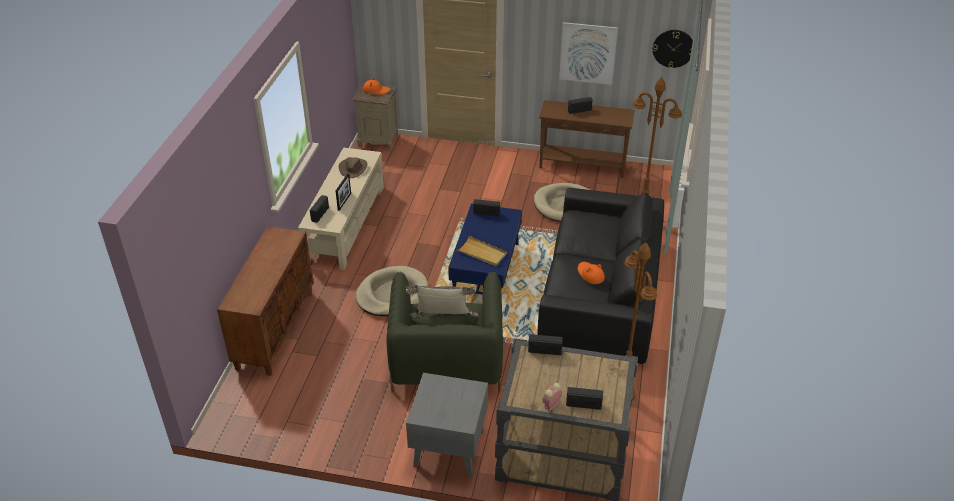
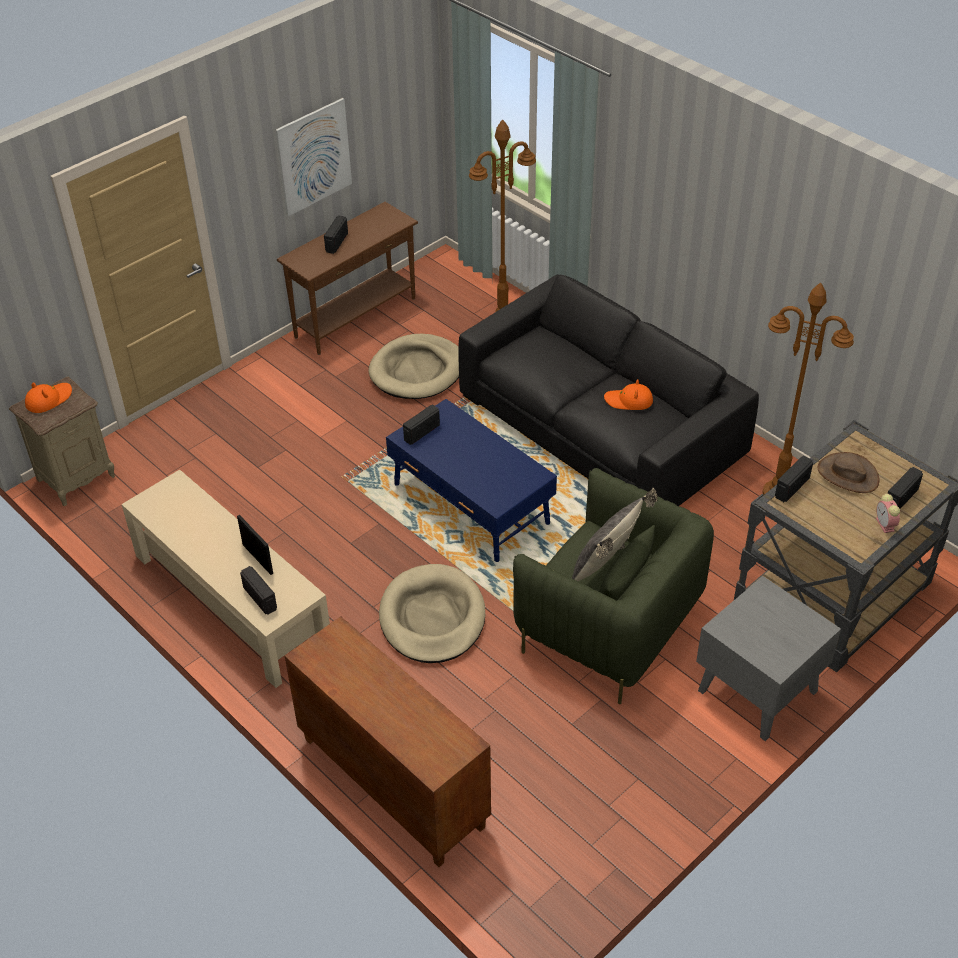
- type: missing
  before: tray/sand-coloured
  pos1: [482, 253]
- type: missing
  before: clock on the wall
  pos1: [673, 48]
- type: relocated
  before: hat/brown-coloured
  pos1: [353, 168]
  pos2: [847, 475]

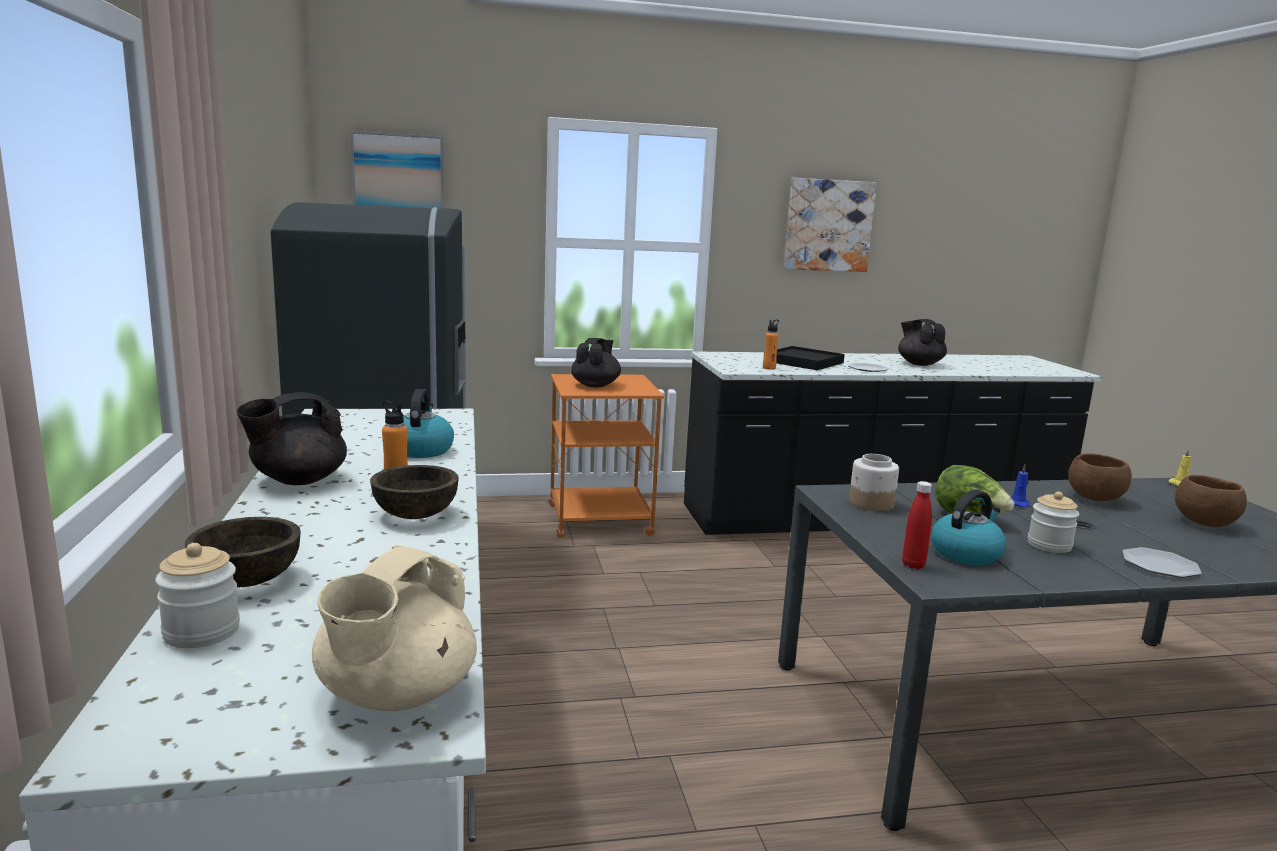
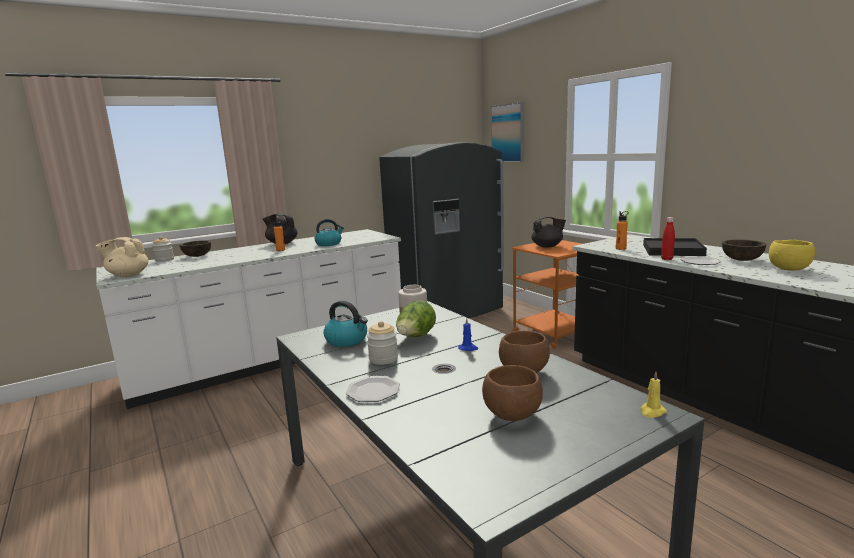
- type: missing
  before: picture
  pos1: [828, 225]
- type: relocated
  before: deep dish/brown-coloured
  pos1: [416, 514]
  pos2: [742, 260]
- type: relocated
  before: drink bottle/reddish
  pos1: [913, 565]
  pos2: [667, 259]
- type: exchanged
  before: tea pot/blackish
  after: deep dish/yellow-coloured
  pos1: [919, 364]
  pos2: [789, 269]

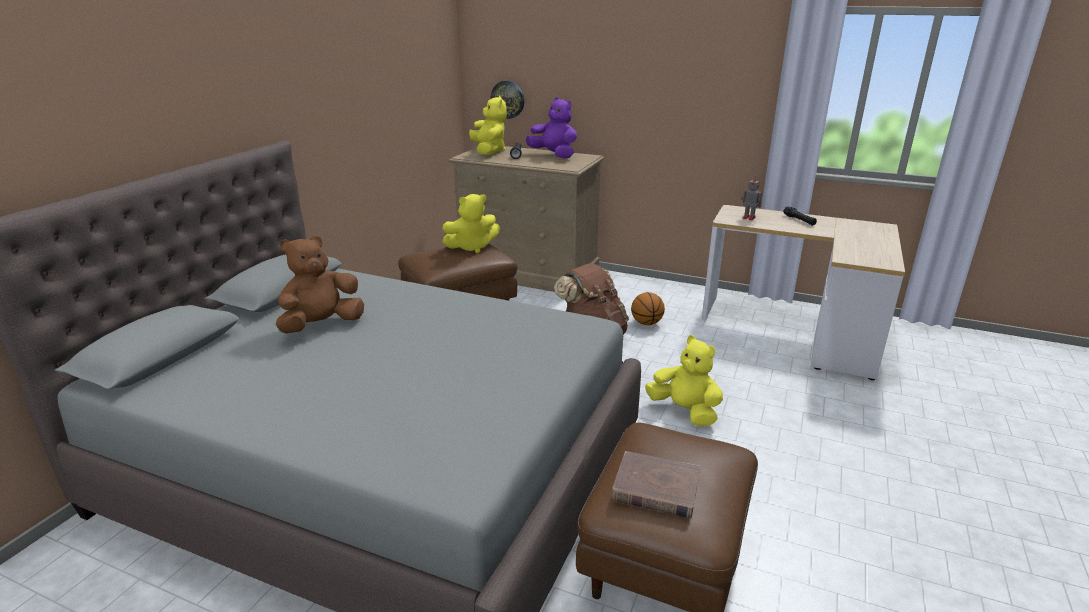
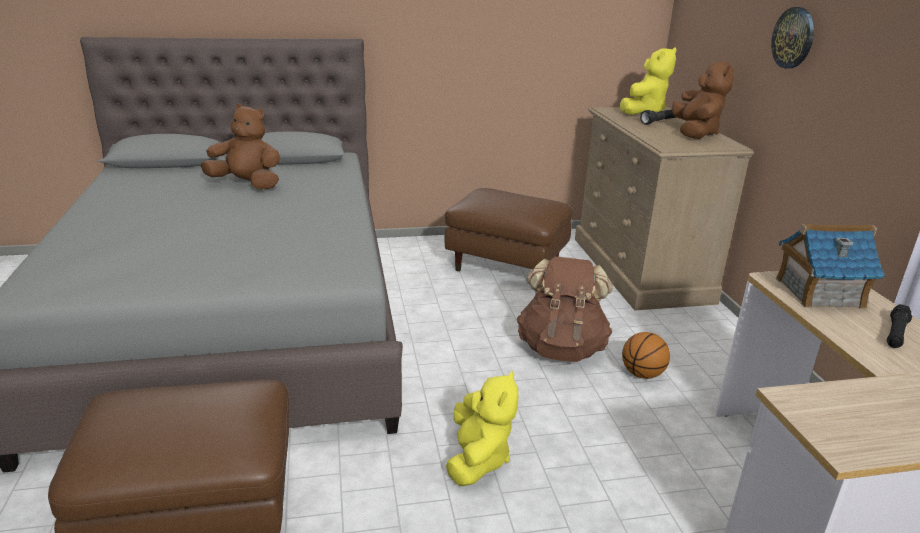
- type: missing
  before: cuddly toy/yellow-coloured
  pos1: [472, 247]
- type: missing
  before: volume/brown-coloured
  pos1: [655, 488]
- type: relocated
  before: clock on the wall
  pos1: [507, 99]
  pos2: [793, 38]
- type: exchanged
  before: robot figure
  after: toy house
  pos1: [748, 217]
  pos2: [818, 292]
- type: colour
  before: cuddly toy/purple
  after: cuddly toy/brown-coloured
  pos1: [554, 155]
  pos2: [695, 133]

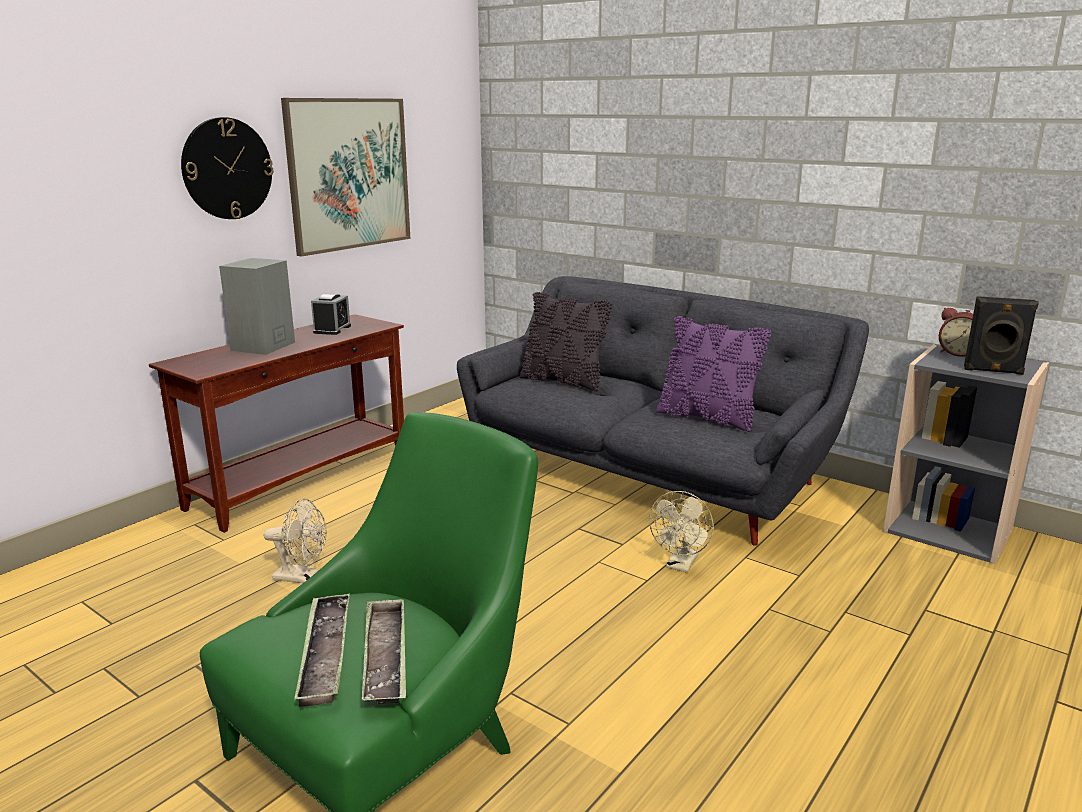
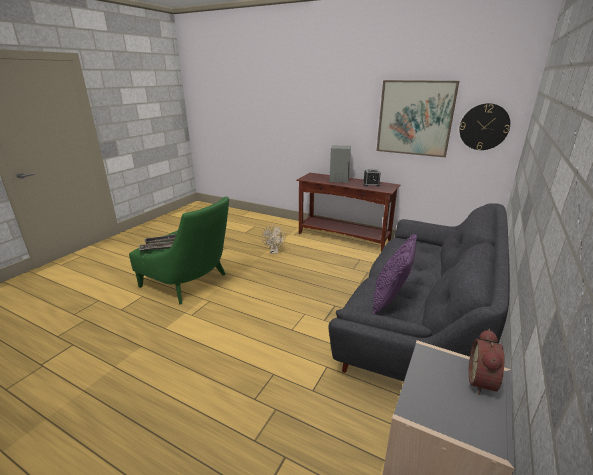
- type: missing
  before: throw pillow/blackish
  pos1: [564, 381]
- type: missing
  before: cooling fan/sand-coloured
  pos1: [681, 565]
- type: missing
  before: speaker/blackish
  pos1: [993, 371]
- type: relocated
  before: clock on the wall
  pos1: [227, 169]
  pos2: [484, 127]

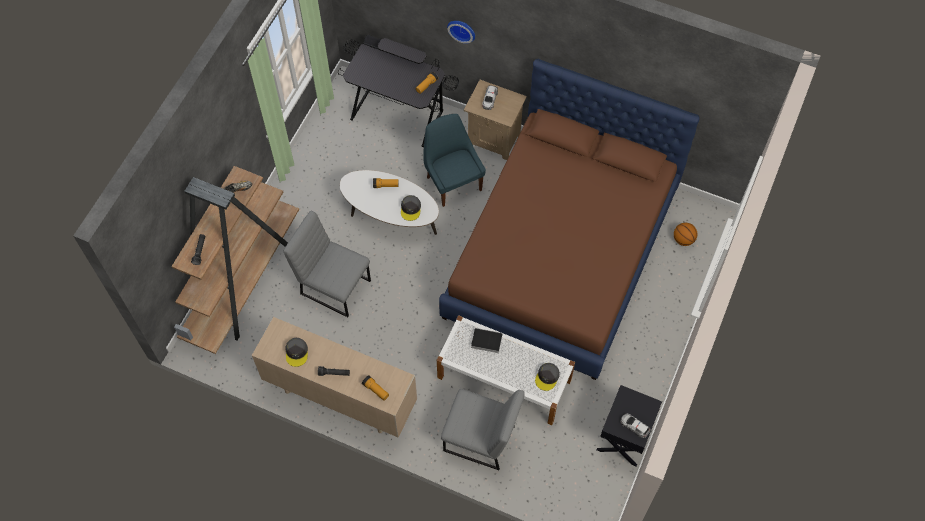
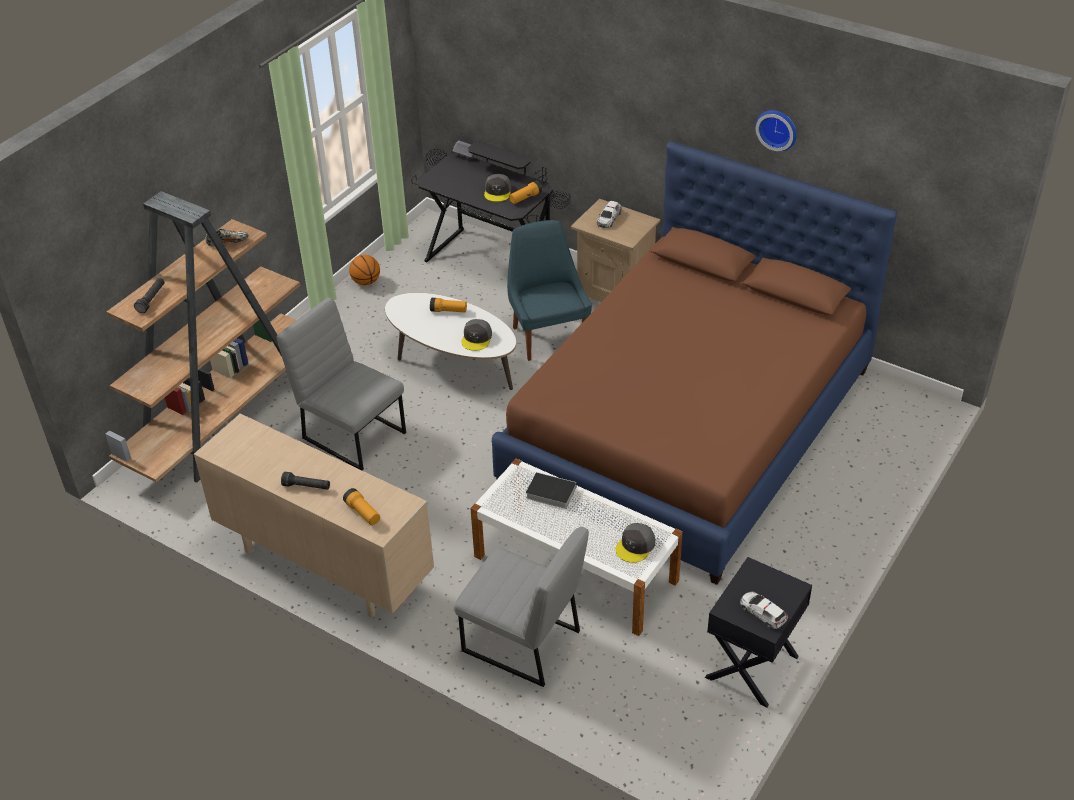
- type: relocated
  before: baseball cap/grey
  pos1: [297, 352]
  pos2: [498, 191]
- type: relocated
  before: clock on the wall
  pos1: [462, 29]
  pos2: [777, 128]
- type: relocated
  before: basketball
  pos1: [683, 239]
  pos2: [366, 282]

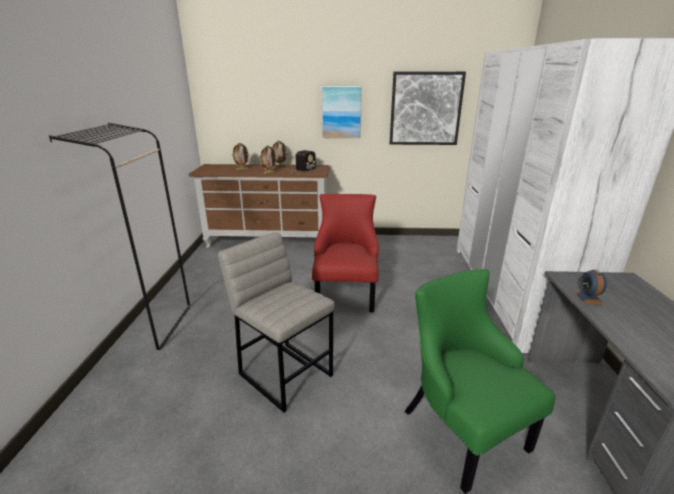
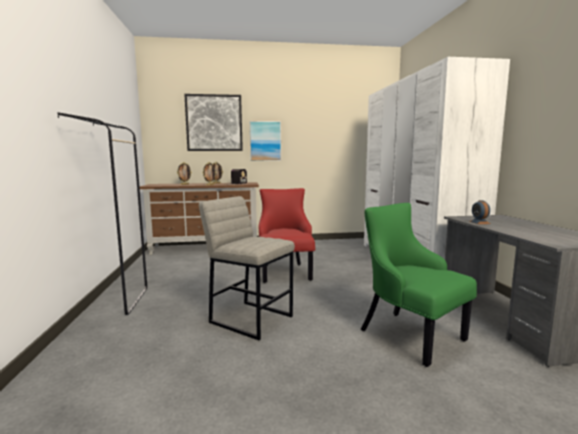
- type: relocated
  before: picture
  pos1: [425, 109]
  pos2: [214, 123]

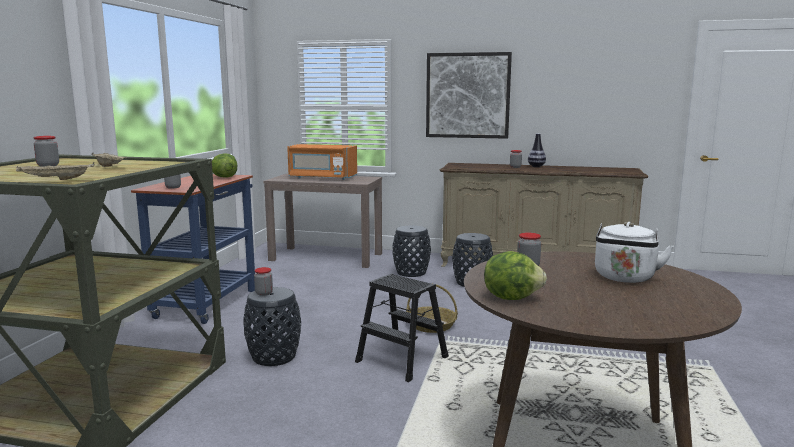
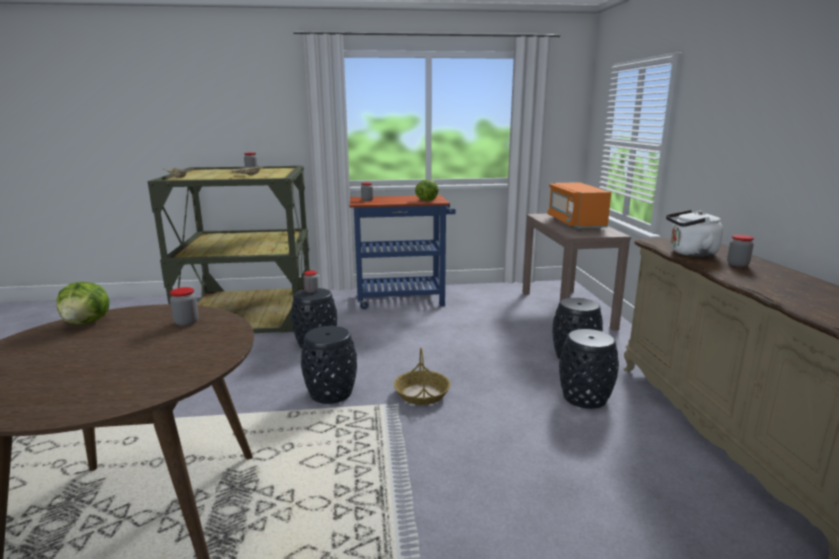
- type: missing
  before: picture
  pos1: [467, 95]
- type: missing
  before: decorative vase
  pos1: [536, 166]
- type: relocated
  before: water kettle/whitish
  pos1: [625, 278]
  pos2: [690, 253]
- type: exchanged
  before: stepladder/blackish
  after: sitting stool/blackish
  pos1: [402, 359]
  pos2: [331, 393]

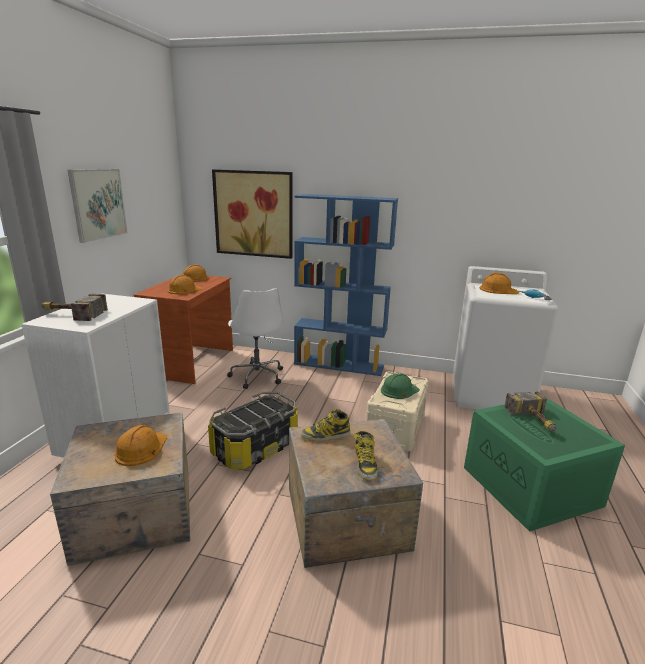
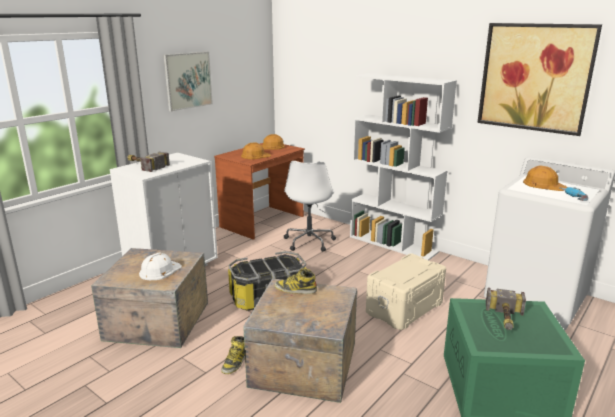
- type: missing
  before: safety helmet/green
  pos1: [399, 390]
- type: relocated
  before: picture
  pos1: [253, 214]
  pos2: [535, 77]
- type: relocated
  before: boot
  pos1: [365, 464]
  pos2: [235, 362]
- type: colour
  before: safety helmet/orangey
  after: safety helmet/whitish
  pos1: [141, 448]
  pos2: [159, 270]
- type: colour
  before: bookshelf/blue-coloured
  after: bookshelf/whitish
  pos1: [339, 364]
  pos2: [393, 244]

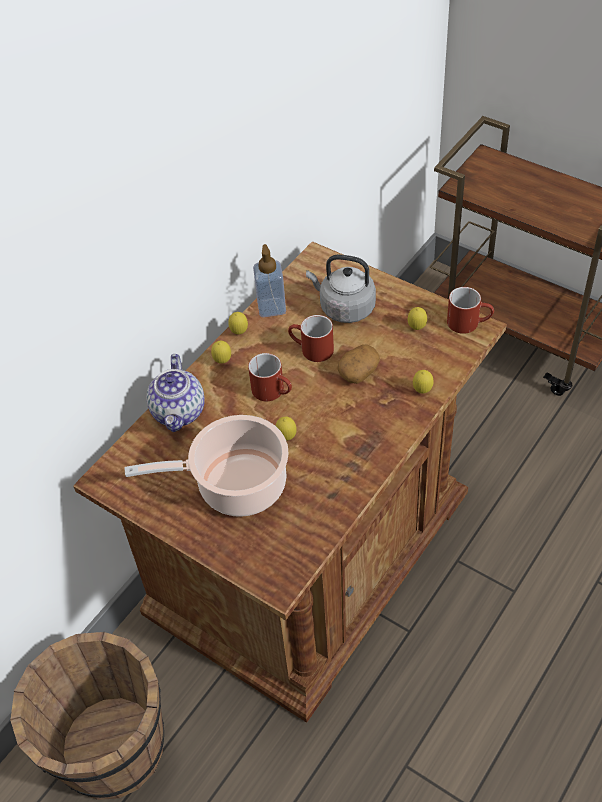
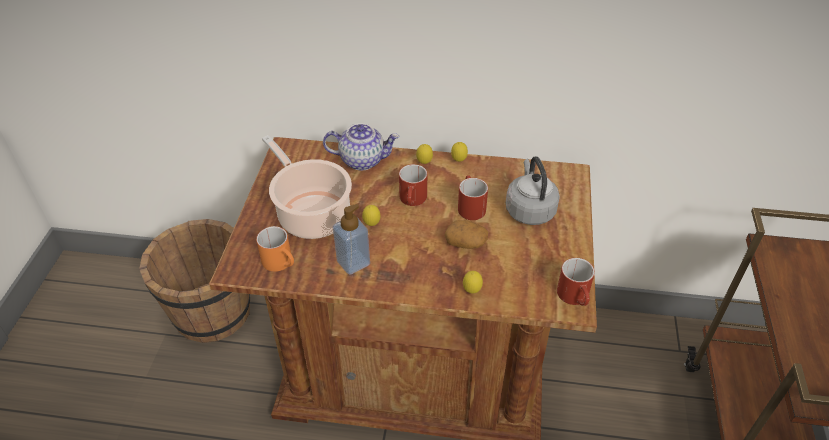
- type: missing
  before: citrus fruit
  pos1: [416, 328]
- type: appeared
  after: tea mug/orangey
  pos2: [282, 263]
- type: relocated
  before: liquid soap bottle
  pos1: [271, 307]
  pos2: [353, 262]
- type: spun
  before: tea pot
  pos1: [179, 412]
  pos2: [363, 160]
  turn: -150

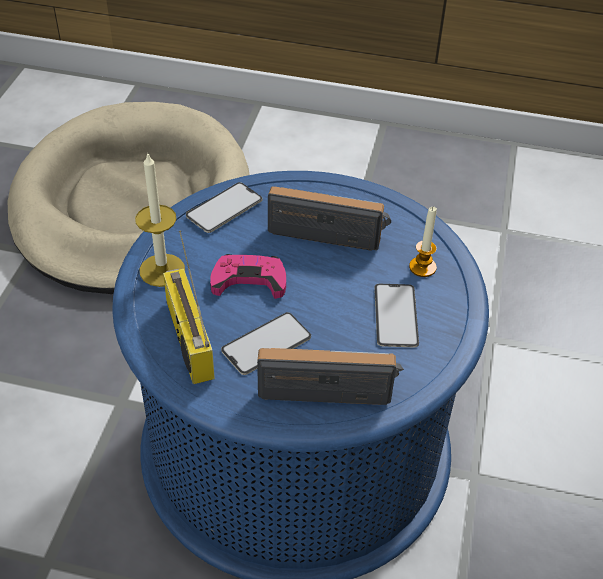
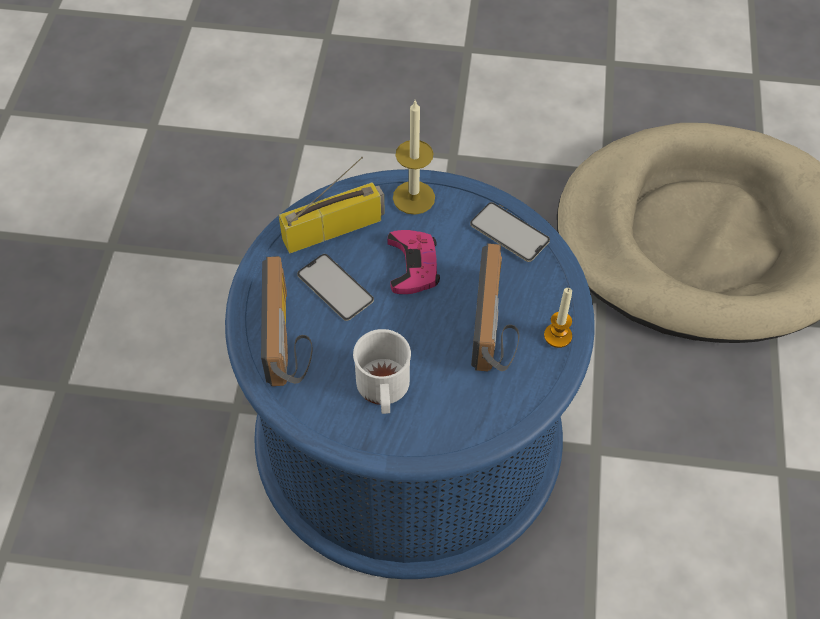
- type: relocated
  before: candle
  pos1: [422, 267]
  pos2: [557, 336]
- type: exchanged
  before: handset
  after: tea mug/whitish
  pos1: [396, 315]
  pos2: [383, 390]

